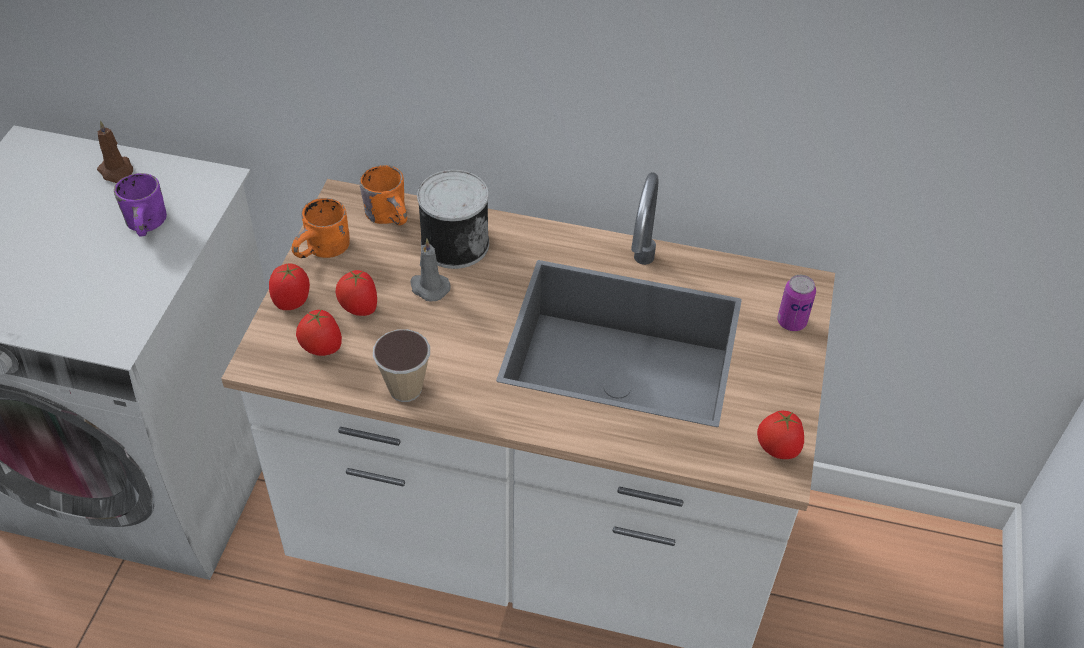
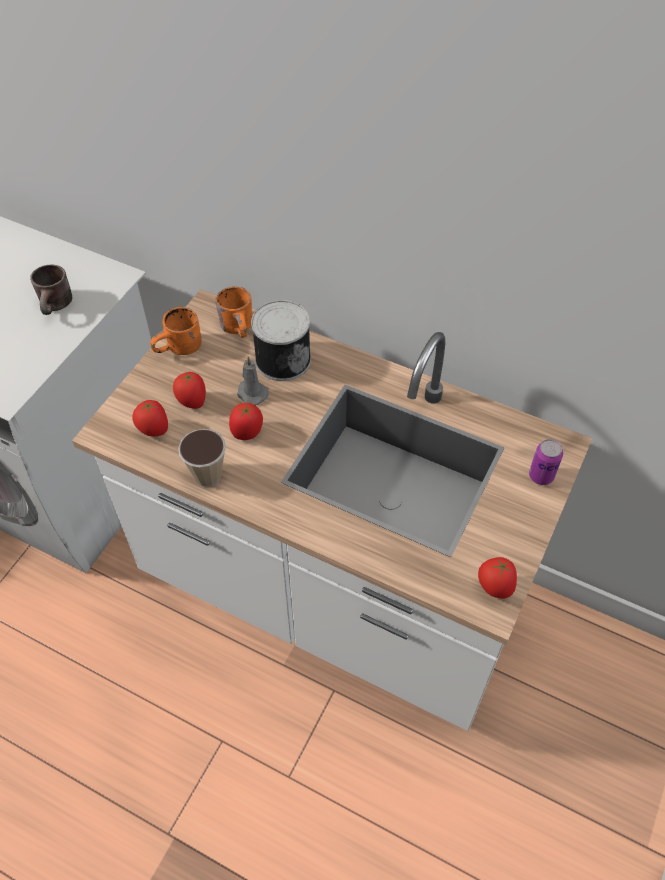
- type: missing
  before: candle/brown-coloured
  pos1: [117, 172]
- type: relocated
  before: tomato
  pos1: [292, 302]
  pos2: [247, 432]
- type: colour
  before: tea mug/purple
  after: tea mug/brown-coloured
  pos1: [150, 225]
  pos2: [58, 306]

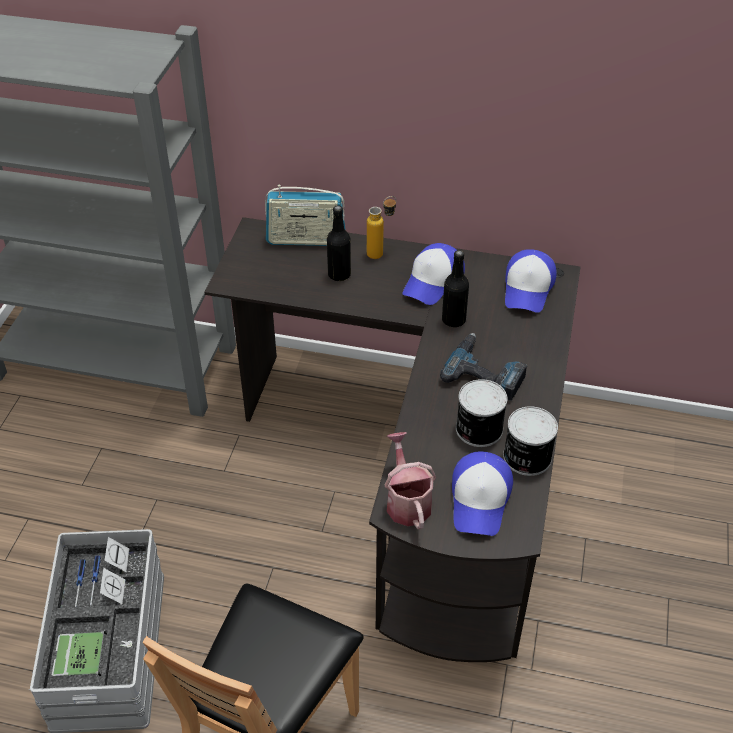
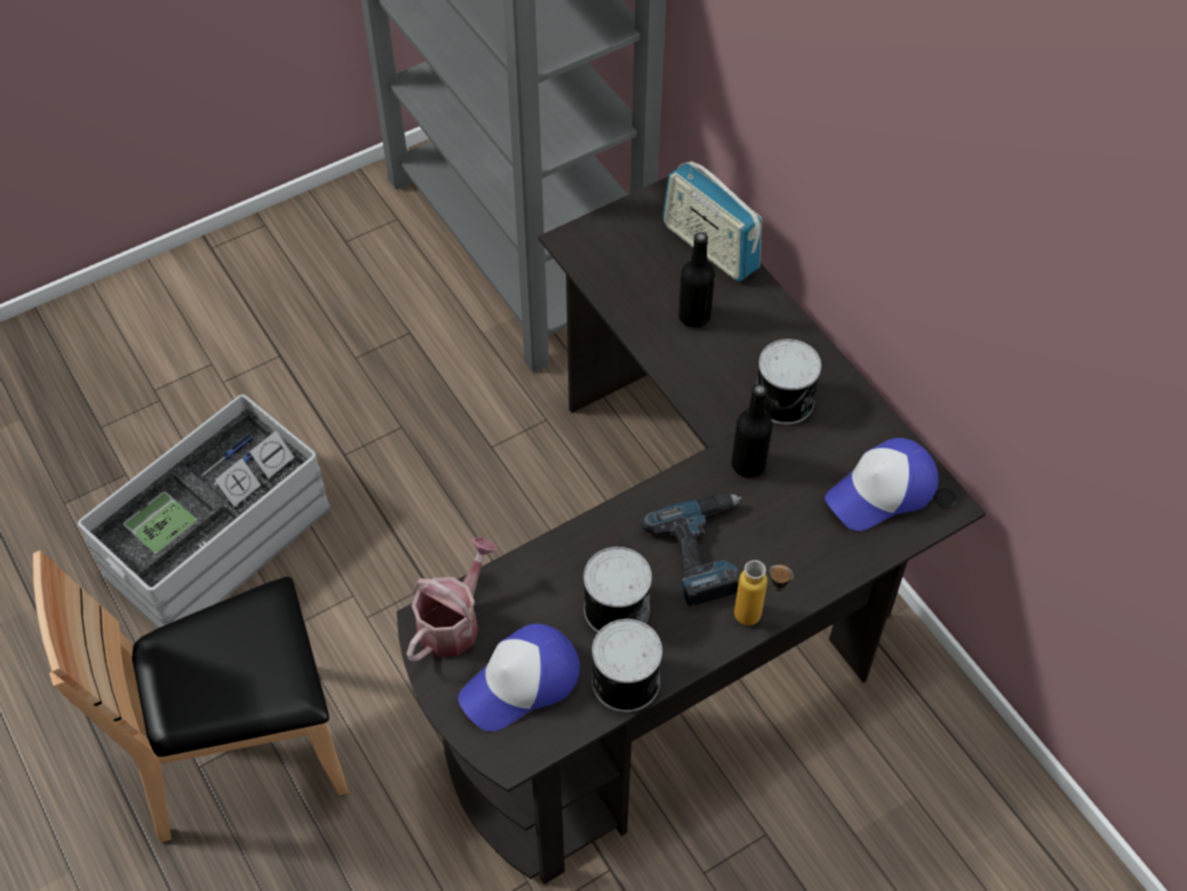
- type: relocated
  before: drink bottle
  pos1: [381, 253]
  pos2: [758, 618]
- type: exchanged
  before: baseball cap
  after: sealed can
  pos1: [433, 281]
  pos2: [785, 401]

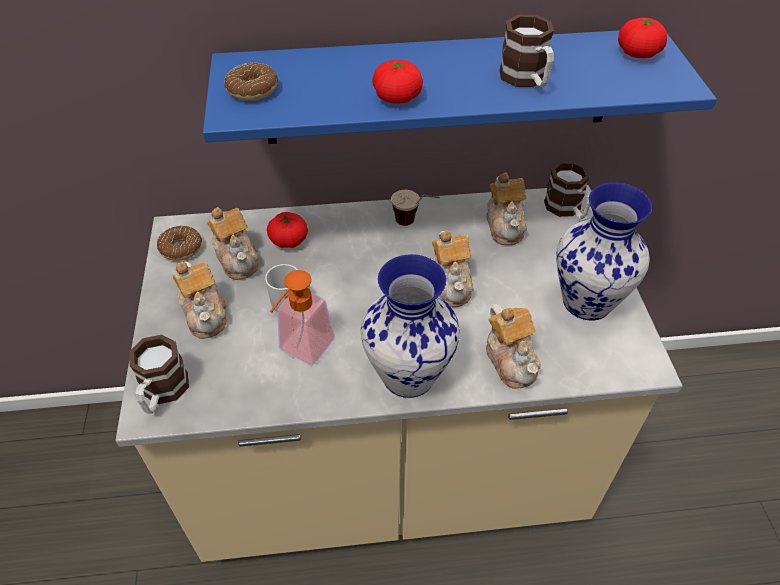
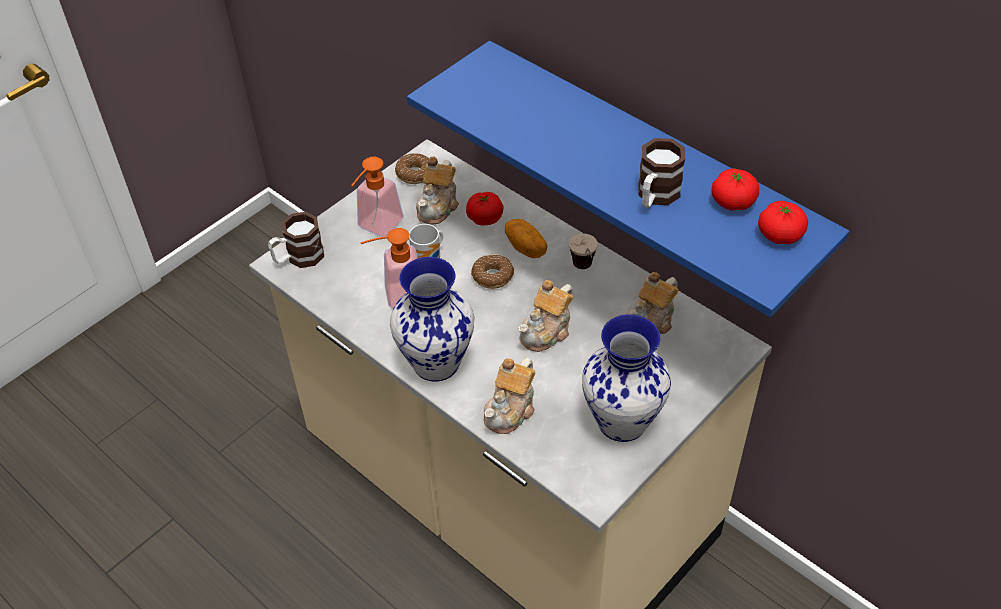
- type: missing
  before: tea mug
  pos1: [567, 209]
- type: appeared
  after: spud
  pos2: [526, 248]
- type: relocated
  before: donut
  pos1: [252, 90]
  pos2: [493, 276]
- type: relocated
  before: tomato
  pos1: [397, 97]
  pos2: [733, 202]
- type: exchanged
  before: tea pot
  after: liquid soap bottle
  pos1: [205, 313]
  pos2: [376, 228]

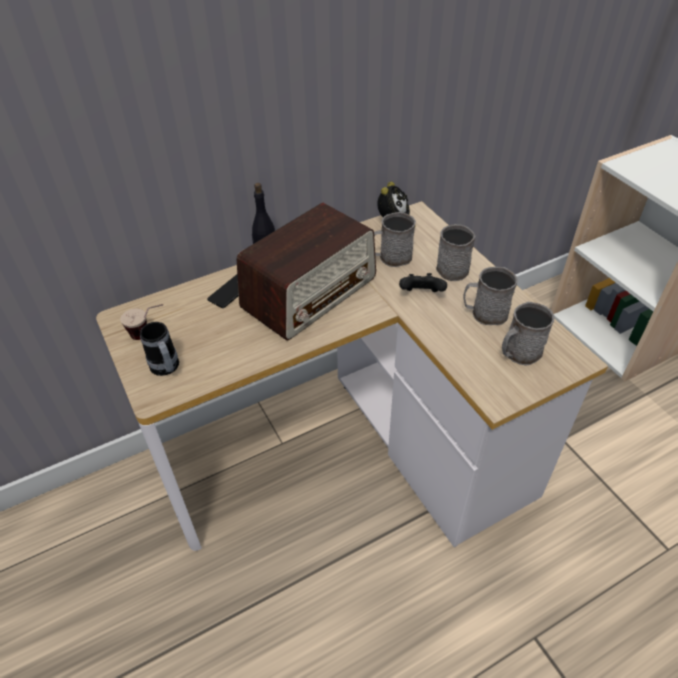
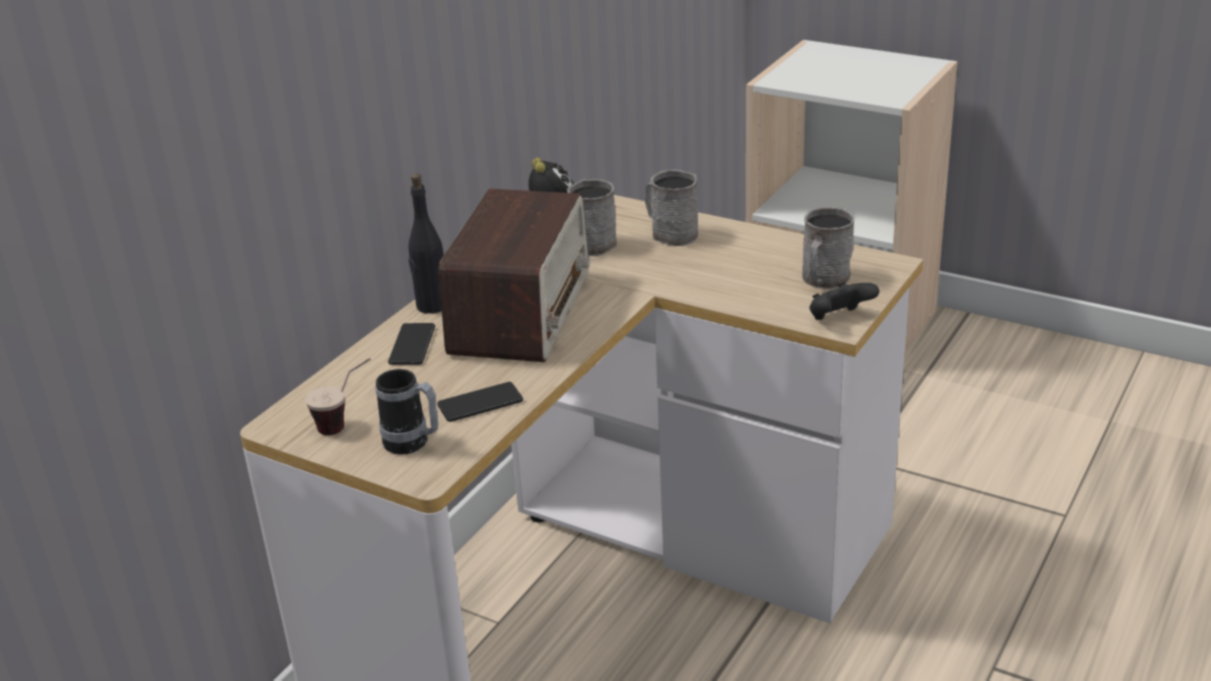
- type: missing
  before: tea mug/grey
  pos1: [484, 313]
- type: appeared
  after: handset
  pos2: [480, 403]
- type: relocated
  before: gamepad/blackish
  pos1: [421, 295]
  pos2: [839, 319]

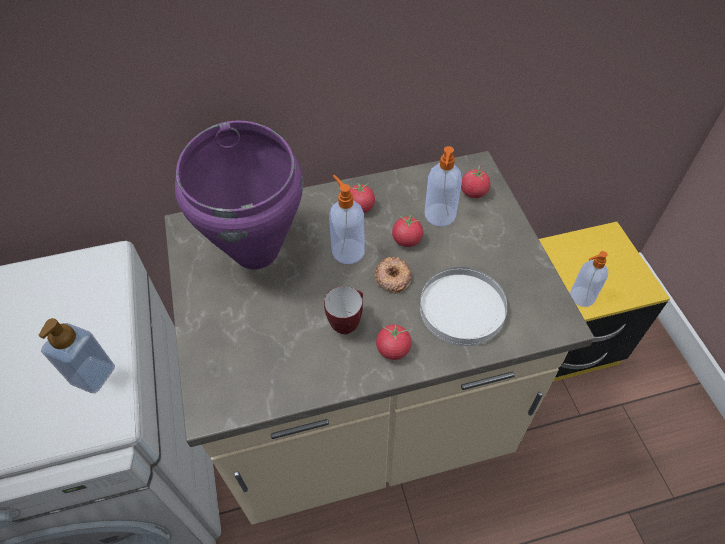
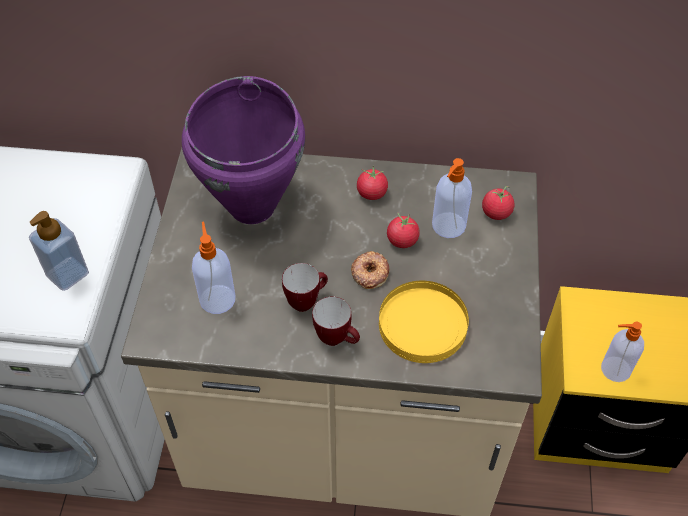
- type: relocated
  before: liquid soap bottle
  pos1: [347, 250]
  pos2: [217, 298]
- type: exchanged
  before: tomato
  after: tea mug
  pos1: [393, 349]
  pos2: [337, 339]
- type: colour
  before: flat dish/whitish
  after: flat dish/yellow-coloured
  pos1: [462, 309]
  pos2: [422, 325]

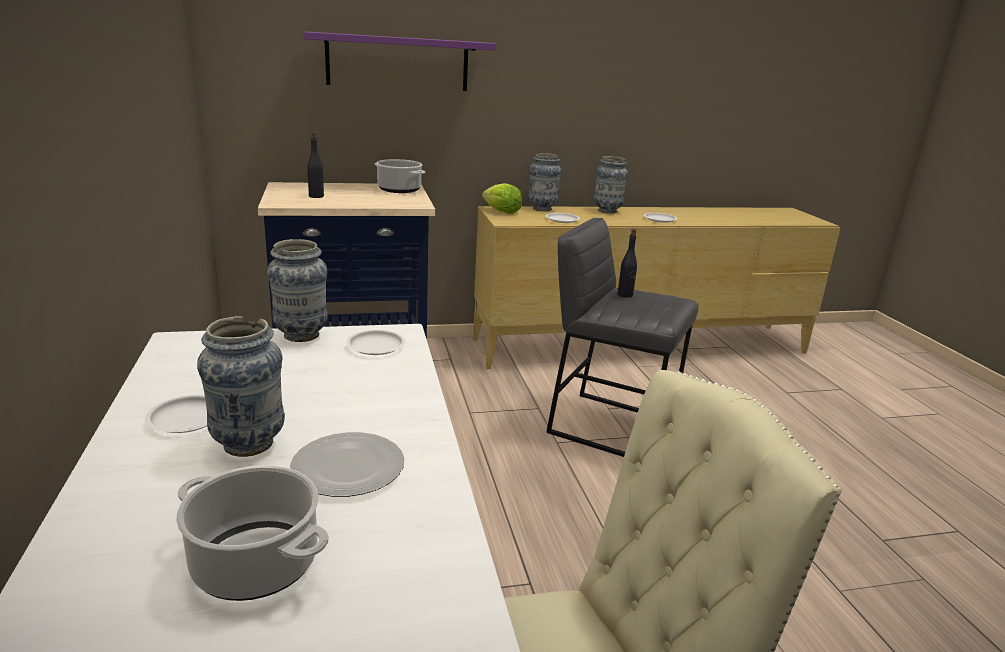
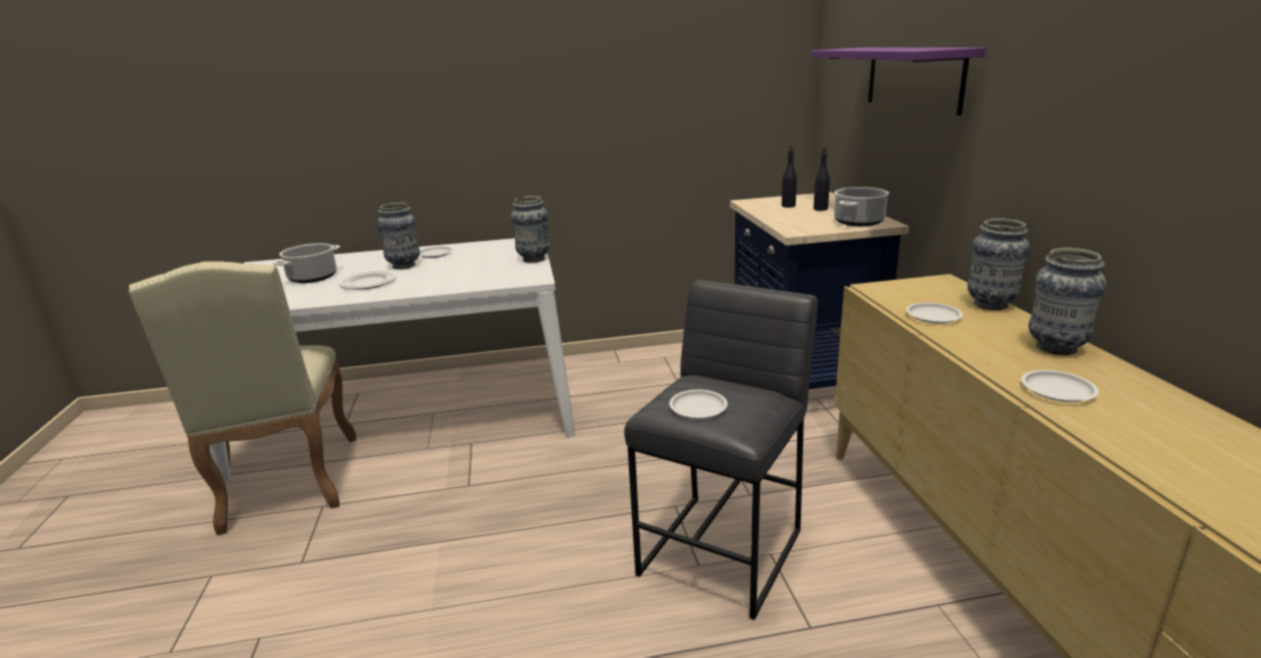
- type: missing
  before: head of lettuce
  pos1: [501, 211]
- type: relocated
  before: flat dish/whitish
  pos1: [376, 346]
  pos2: [698, 408]
- type: relocated
  before: drink bottle/blackish
  pos1: [625, 295]
  pos2: [820, 209]

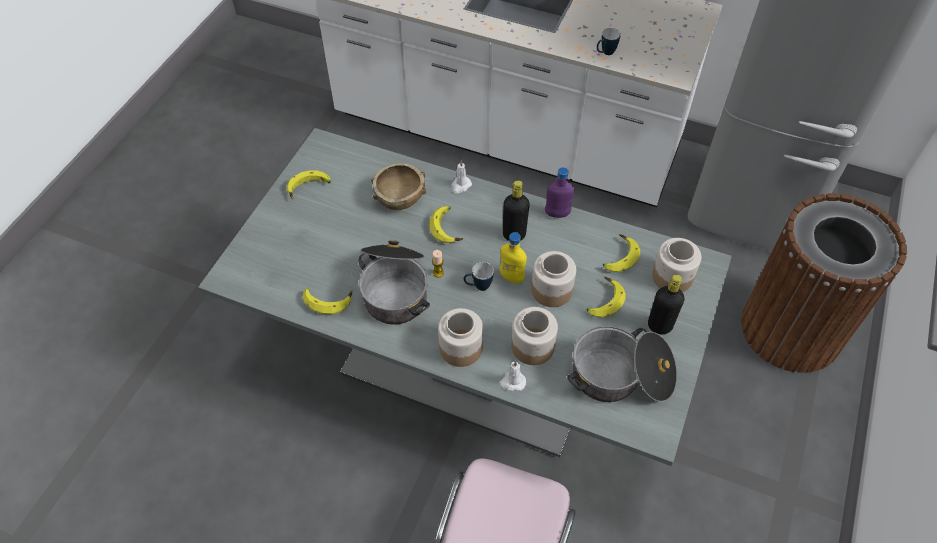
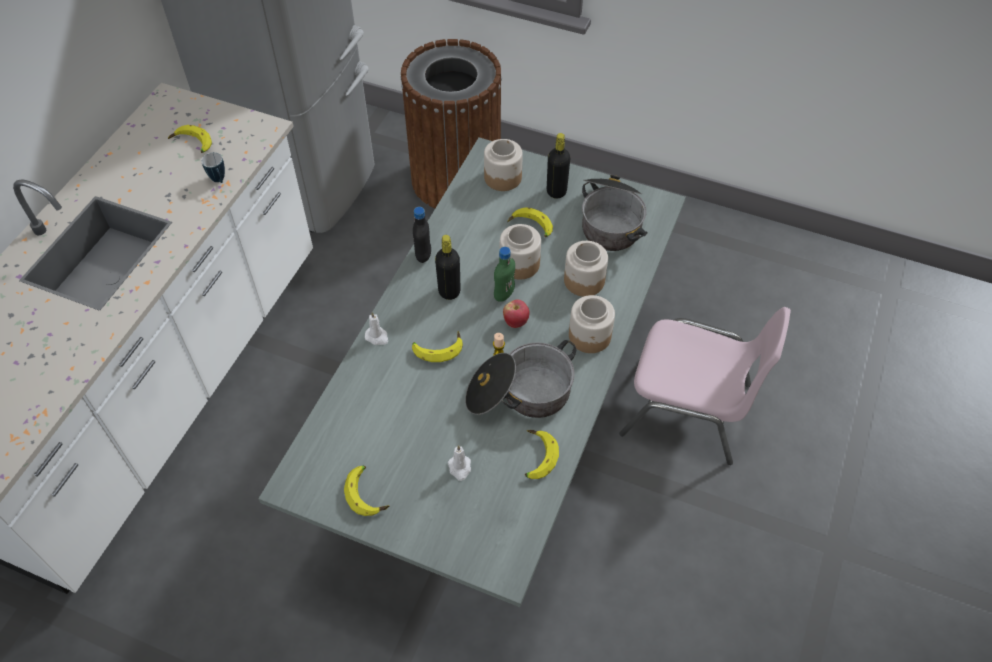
- type: missing
  before: deep dish/brown-coloured
  pos1: [400, 197]
- type: relocated
  before: candle/whitish
  pos1: [512, 382]
  pos2: [460, 468]
- type: relocated
  before: whole banana
  pos1: [618, 256]
  pos2: [192, 144]
- type: exchanged
  before: tea mug
  after: whole apple
  pos1: [478, 286]
  pos2: [516, 322]
- type: colour
  before: drink bottle/yellow-coloured
  after: drink bottle/green
  pos1: [512, 277]
  pos2: [504, 294]
- type: colour
  before: drink bottle/purple
  after: drink bottle/blackish
  pos1: [557, 214]
  pos2: [423, 255]

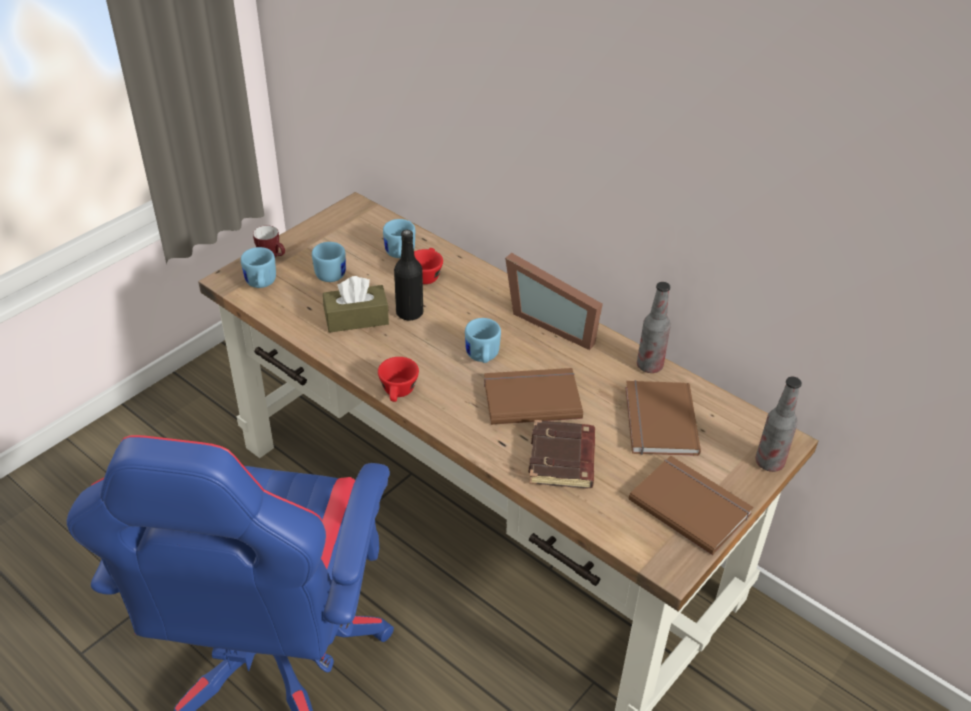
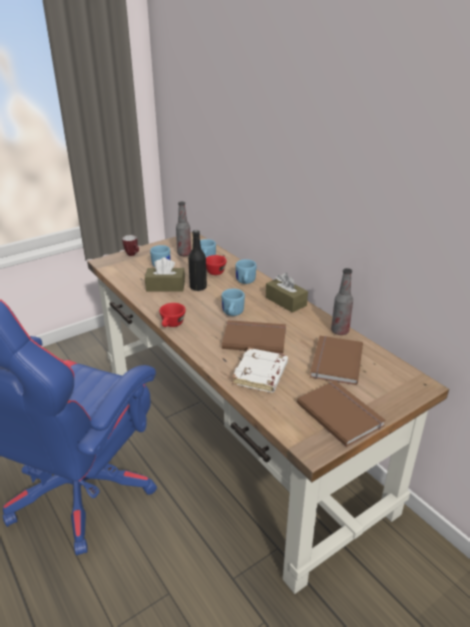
- type: relocated
  before: tea mug/blue-coloured
  pos1: [260, 284]
  pos2: [245, 282]
- type: relocated
  before: drink bottle
  pos1: [769, 462]
  pos2: [184, 254]
- type: exchanged
  before: picture frame
  after: box of tissues/brown-coloured
  pos1: [554, 322]
  pos2: [285, 301]
- type: colour
  before: volume/brown-coloured
  after: volume/whitish
  pos1: [563, 460]
  pos2: [261, 374]

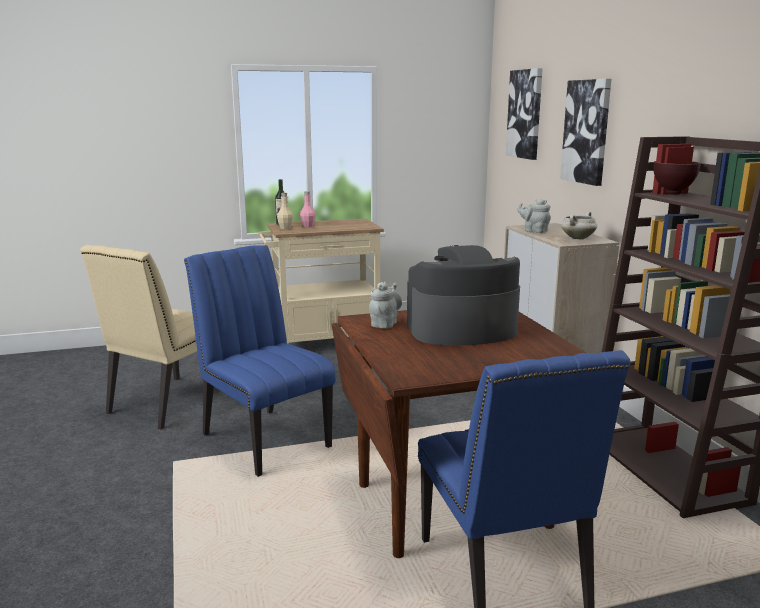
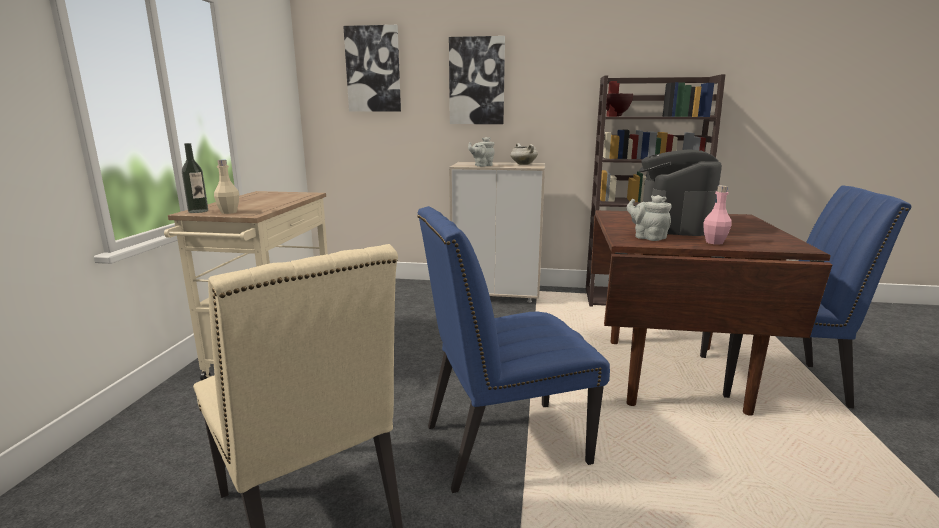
- type: relocated
  before: drink bottle/pinkish
  pos1: [308, 226]
  pos2: [714, 242]

